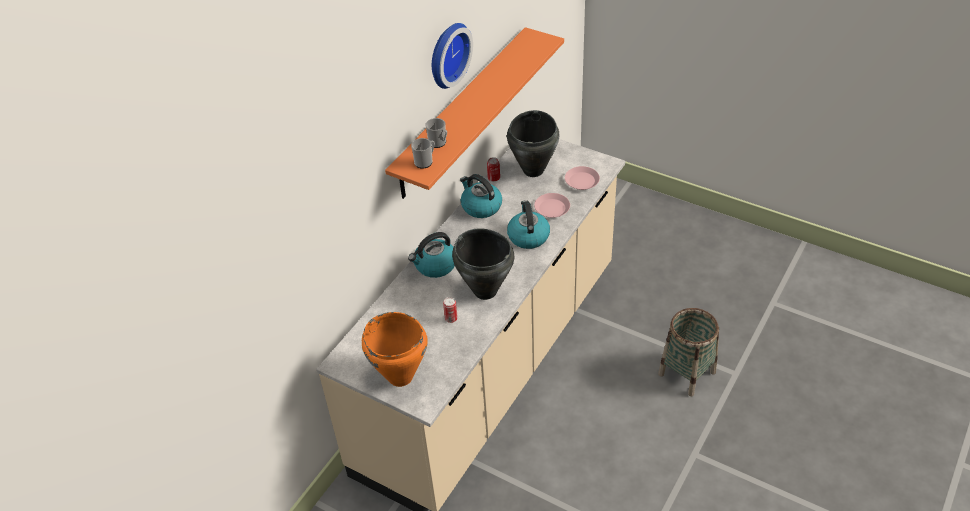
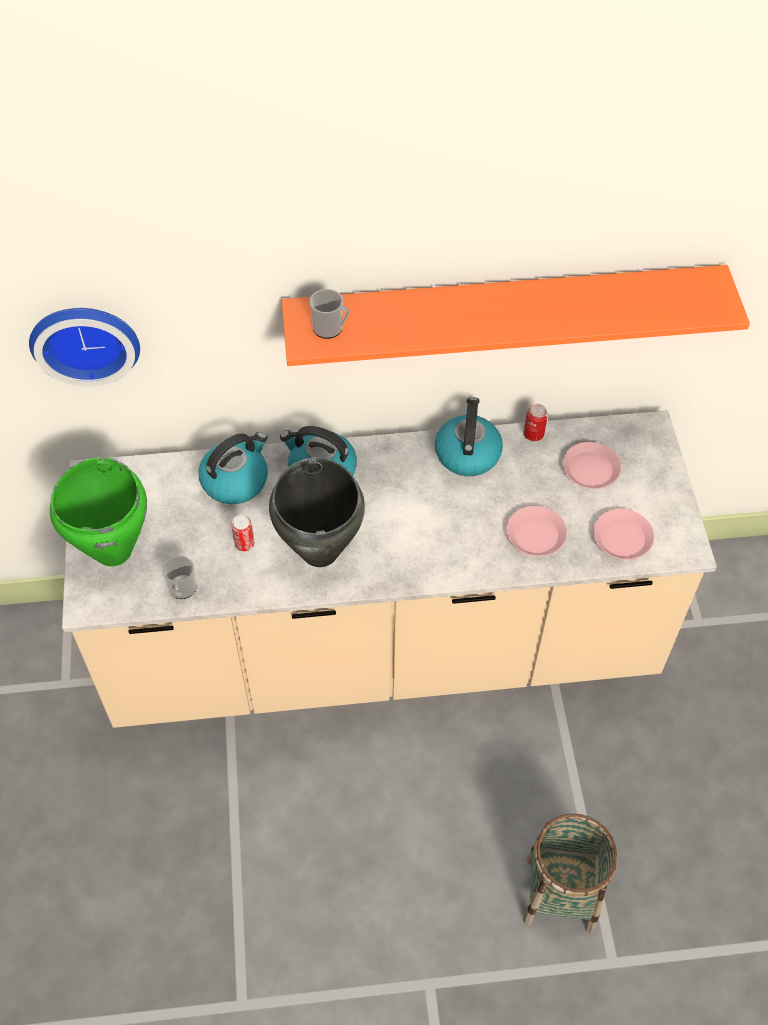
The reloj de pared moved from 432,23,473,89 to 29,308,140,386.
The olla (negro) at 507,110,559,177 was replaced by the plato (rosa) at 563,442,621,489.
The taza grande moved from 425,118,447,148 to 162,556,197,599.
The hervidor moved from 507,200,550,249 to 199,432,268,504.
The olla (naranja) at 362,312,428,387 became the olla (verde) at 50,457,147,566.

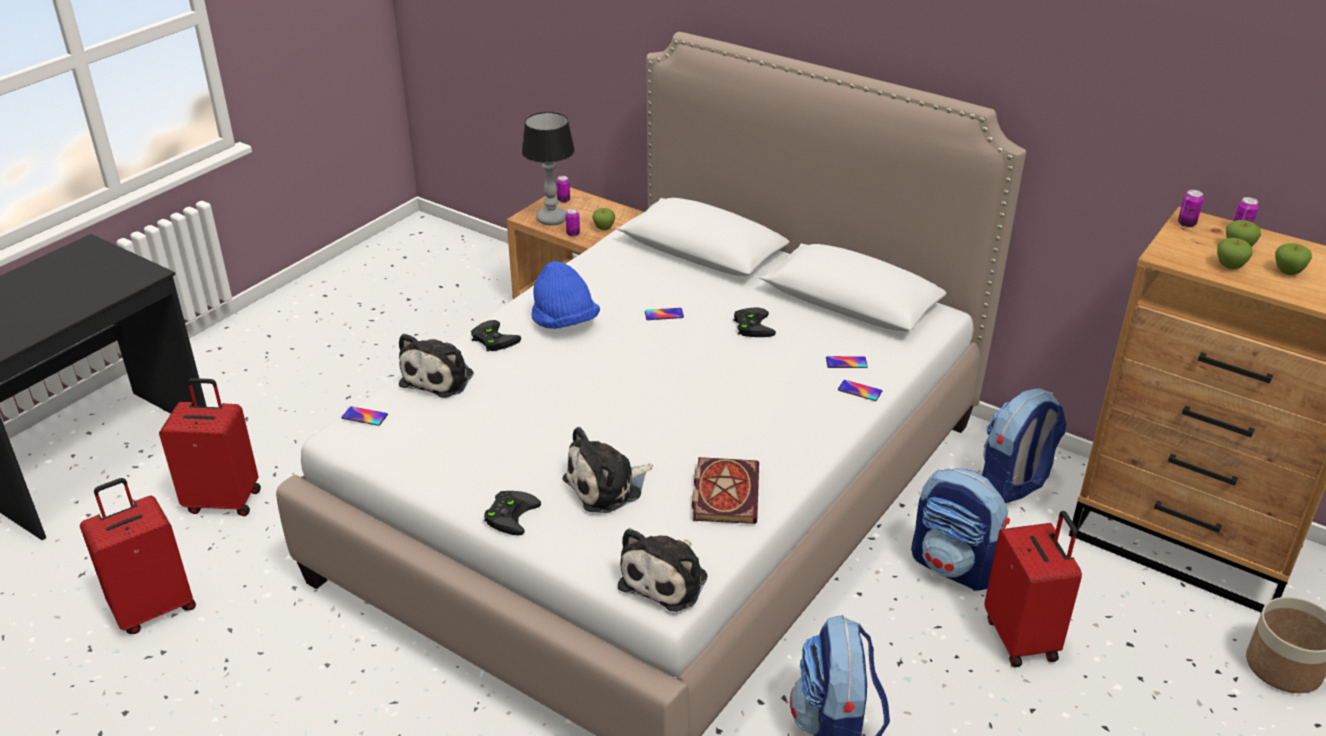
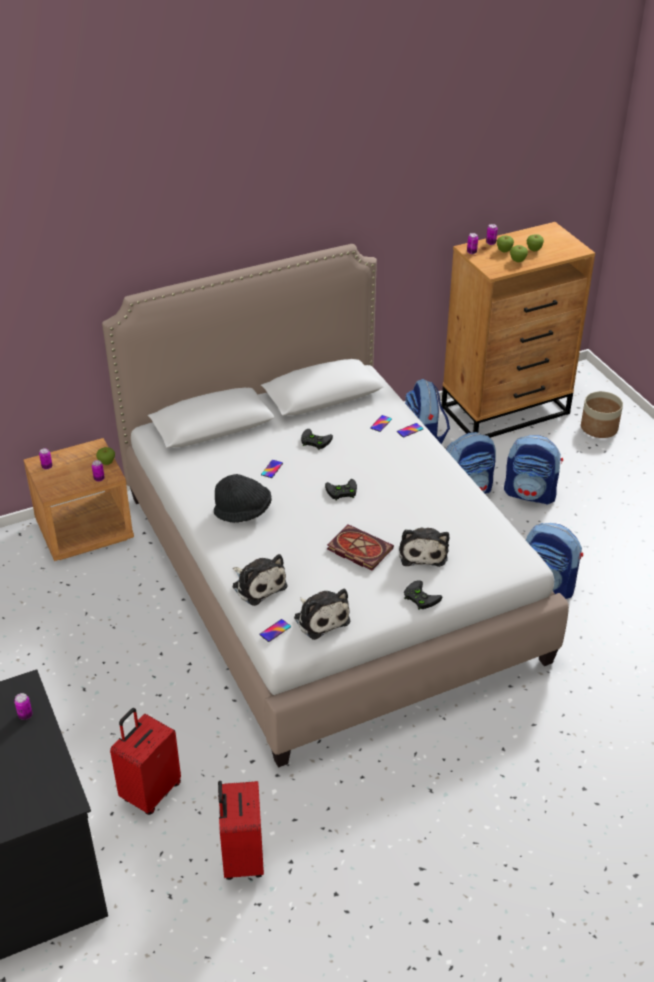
The lámpara de mesa at 522,112,575,226 disappeared.
The sombrero (azul) at 532,261,600,329 became the sombrero (negro) at 214,474,272,523.
The mando de consola (negro) moved from 471,320,521,352 to 325,479,357,500.
The libro moved from 692,457,759,524 to 327,524,394,570.
The maleta (rojo) at 985,511,1082,667 was replaced by the mochila at 504,435,563,505.
The peluche moved from 618,528,707,612 to 294,589,350,640.
The lata at 14,693,32,720 appeared.

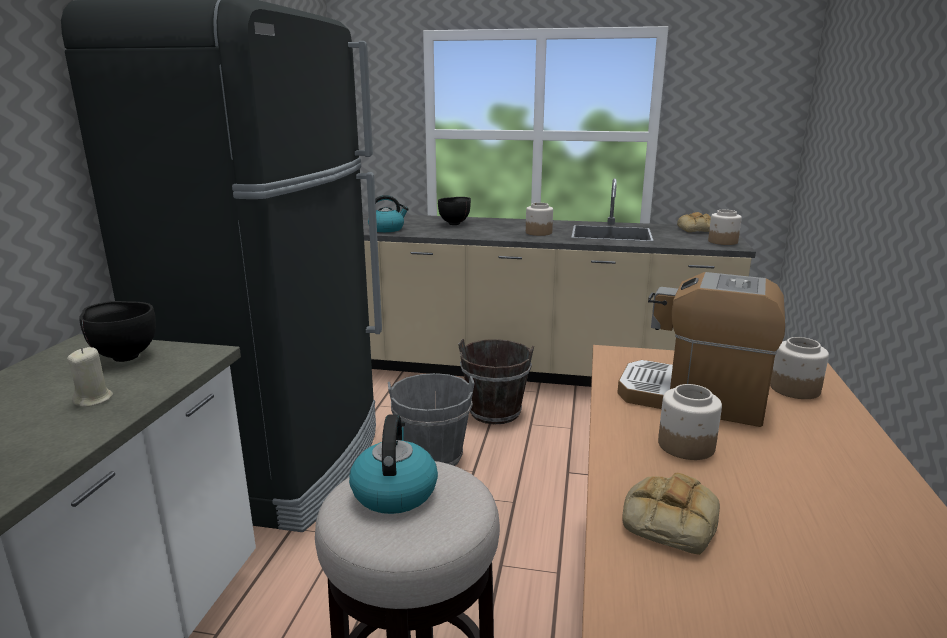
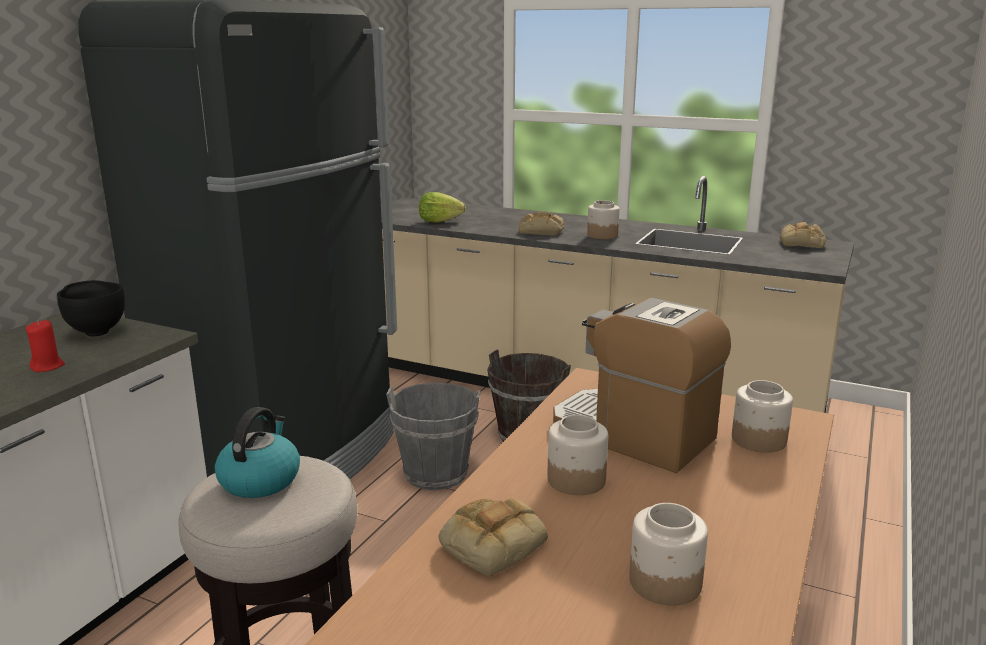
The hervidor at 368,195,409,232 was replaced by the lechuga at 419,192,466,223.
The cuenco (negro) at 438,197,471,225 disappeared.
The tarro moved from 708,210,742,245 to 629,503,708,606.
The vela (beis) at 67,347,113,407 became the vela (rojo) at 26,320,65,372.
The pan at 519,212,564,236 appeared.

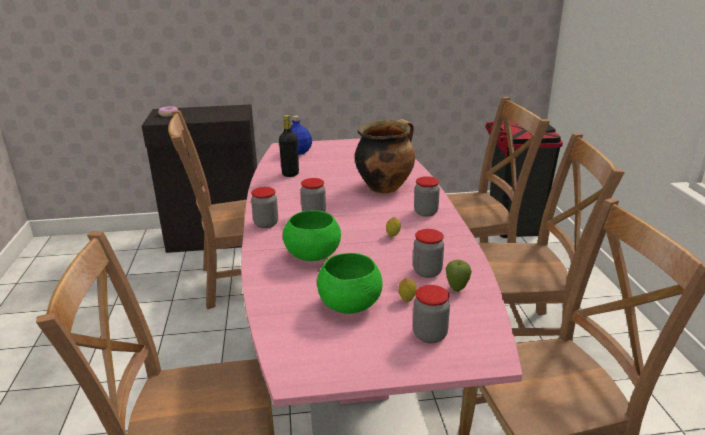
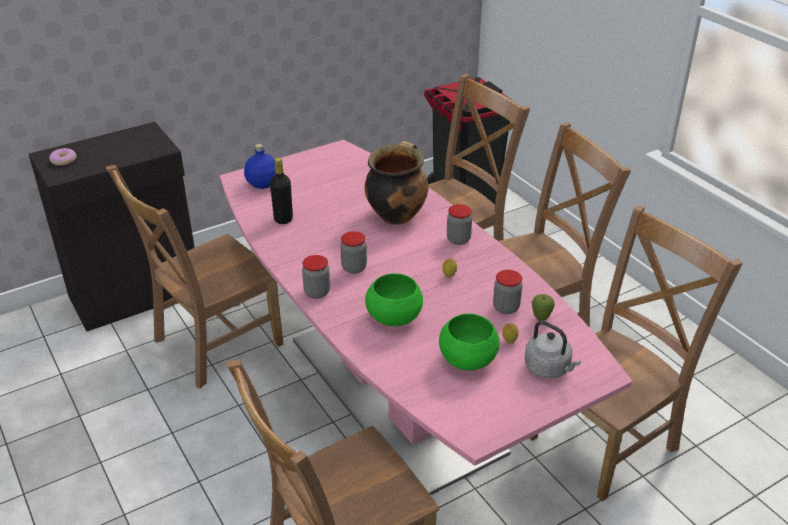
The tarro at 413,285,450,343 was replaced by the hervidor (gris) at 524,321,581,378.

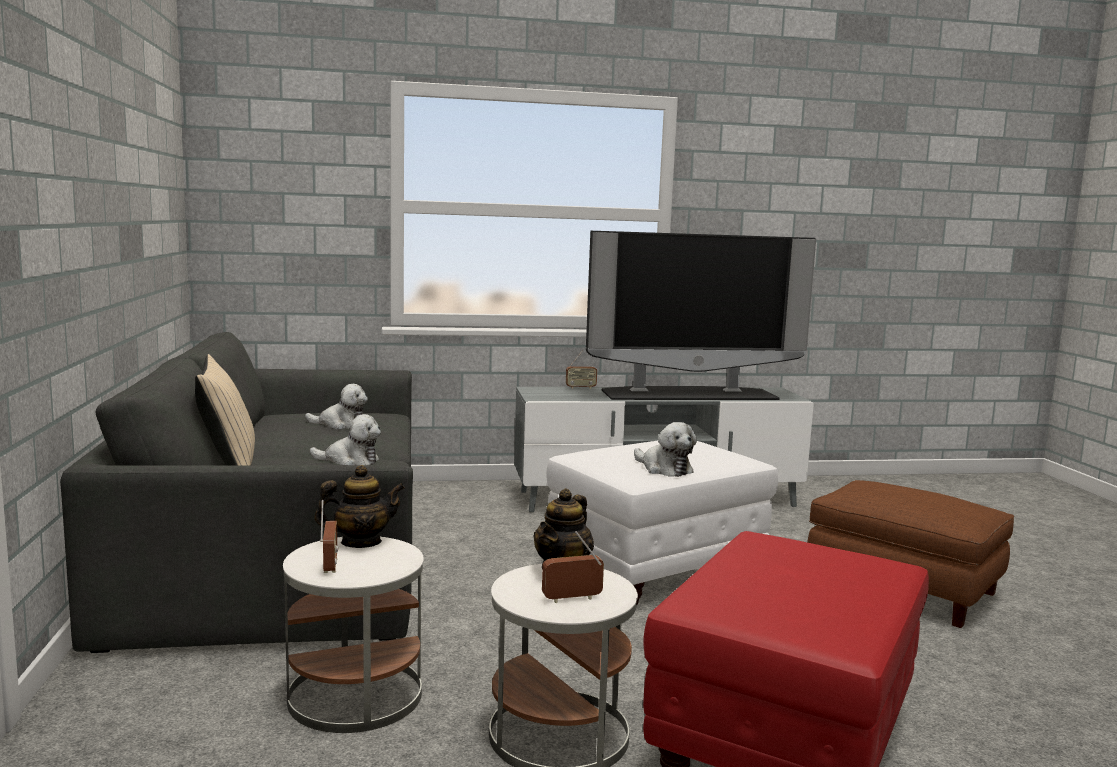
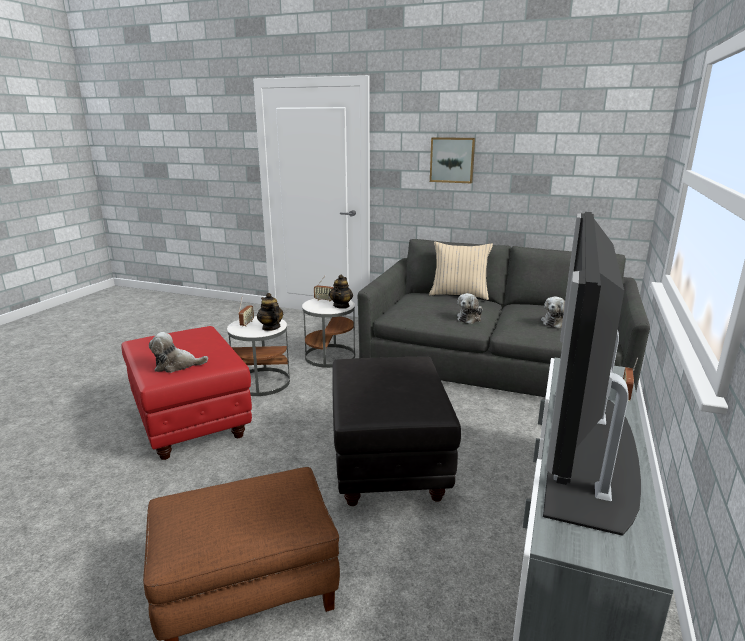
The peluche moved from 634,422,697,477 to 149,332,208,373.
The puf (blanco) at 546,441,778,605 became the puf (negro) at 332,356,461,506.
The cuadro at 430,137,475,183 appeared.

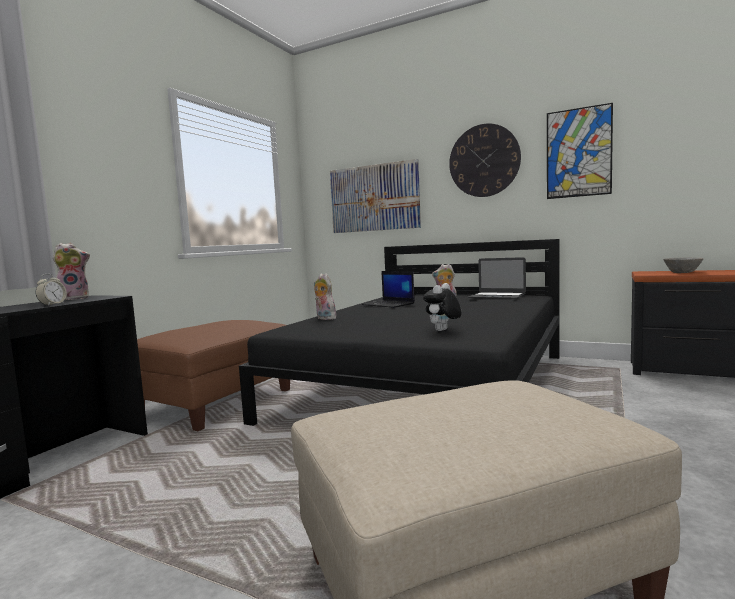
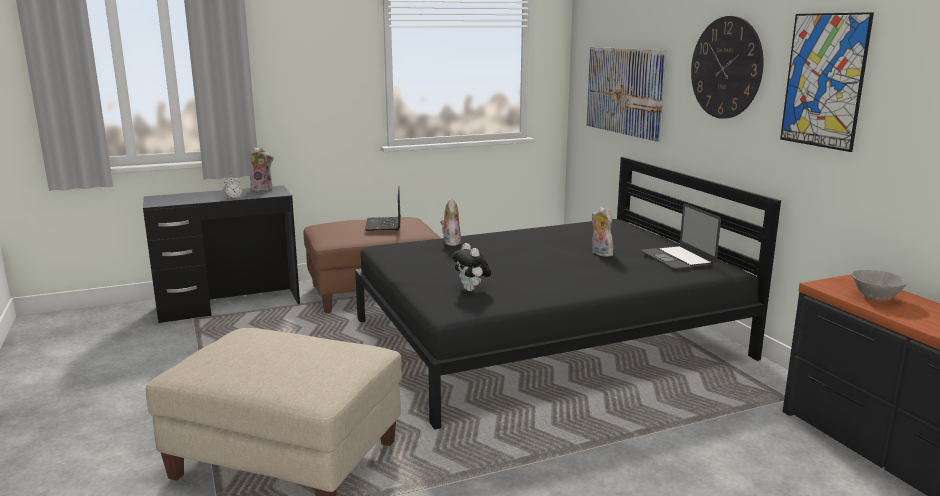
The portátil moved from 362,271,415,308 to 365,186,401,231.
The peluche at 423,283,462,331 turned 105 degrees counterclockwise.

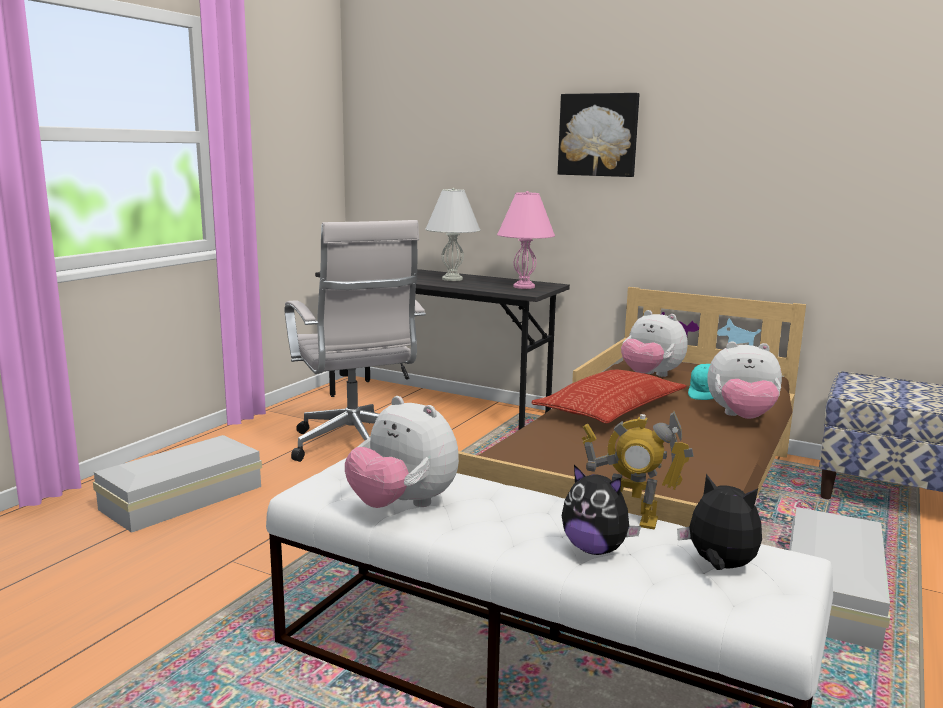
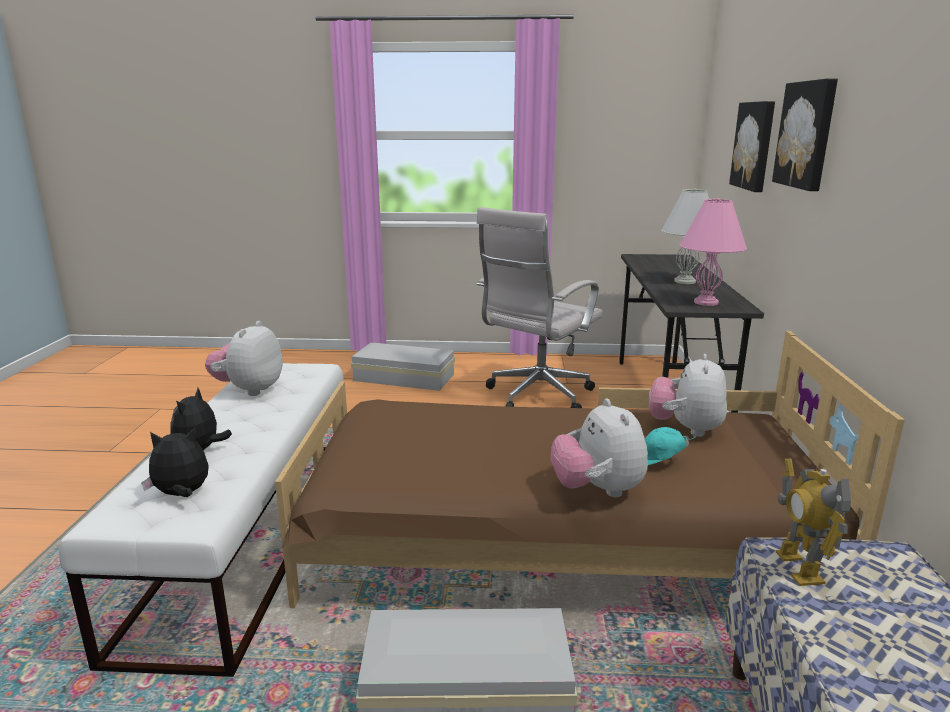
The cojín at 532,370,687,424 disappeared.
The robot de juguete moved from 582,411,693,530 to 776,458,851,586.
The peluche at 677,474,762,570 turned 120 degrees counterclockwise.
The cuadro at 729,101,775,192 appeared.

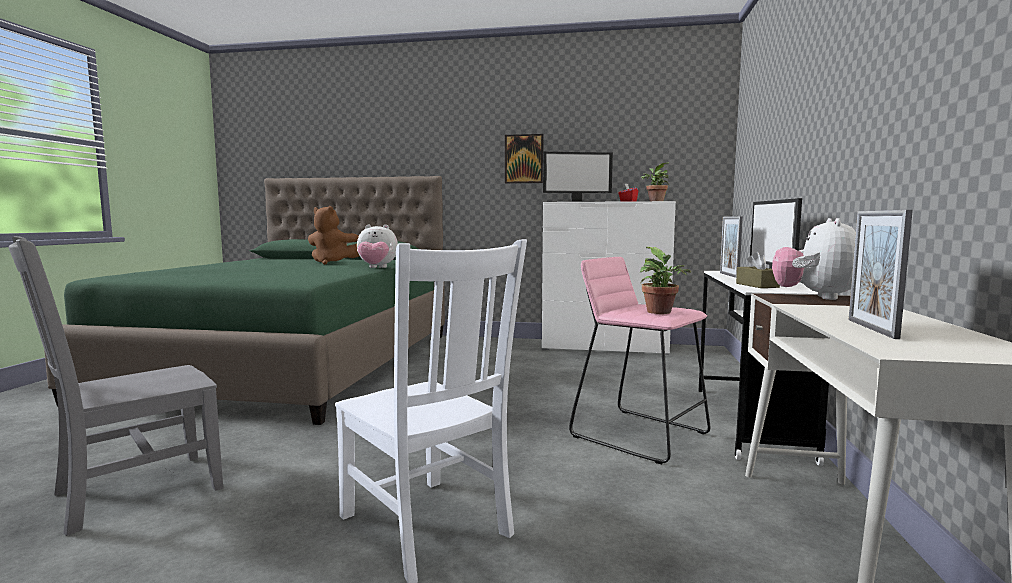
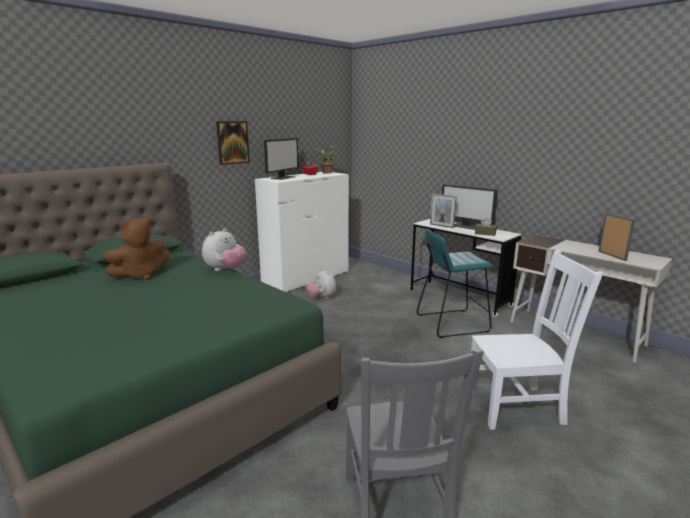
The portarretratos at 849,210,913,339 turned 150 degrees counterclockwise.
The peluche moved from 772,218,856,300 to 306,269,336,299.
The planta en maceta at 640,247,691,314 disappeared.
The taburete (rosa) at 569,257,711,464 became the taburete (turquesa) at 417,229,493,338.

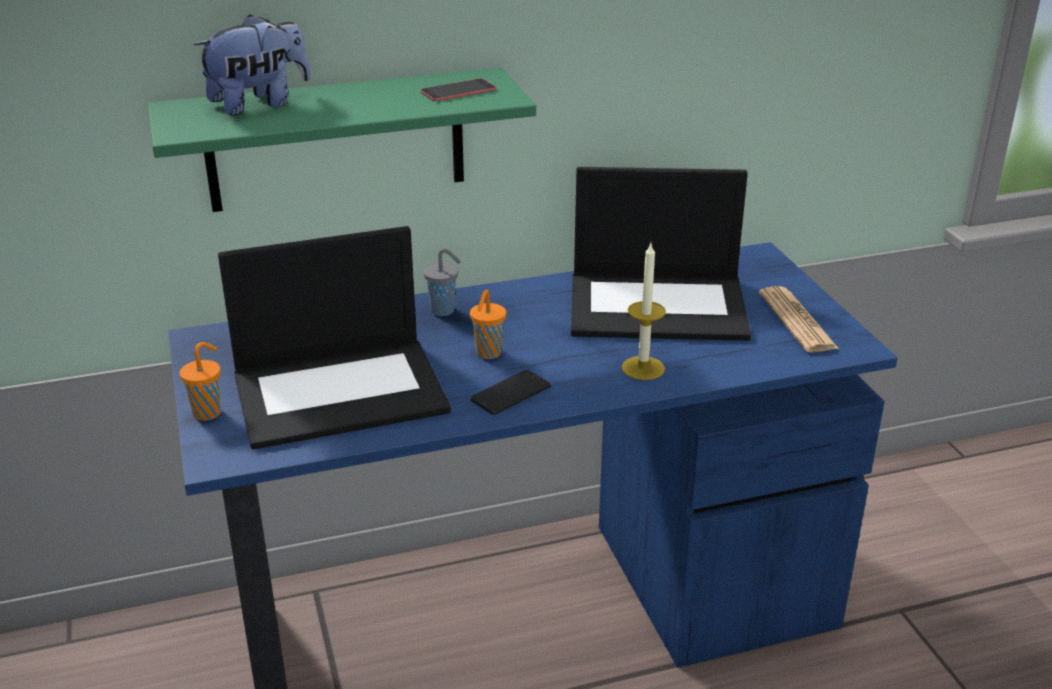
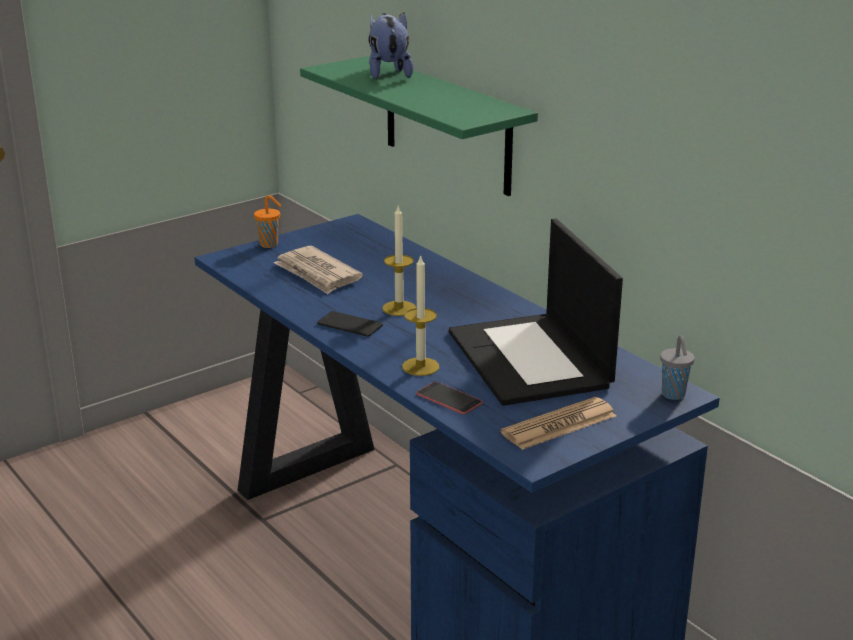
The peluche at 194,14,311,116 turned 135 degrees counterclockwise.
The móvil moved from 420,78,496,101 to 417,382,482,414.
The portátil at 218,226,451,450 was replaced by the periódico at 274,246,363,294.
The taza (gris) moved from 424,249,461,316 to 660,335,694,400.
The taza (naranja) at 470,290,506,359 was replaced by the vela at 382,206,416,316.

